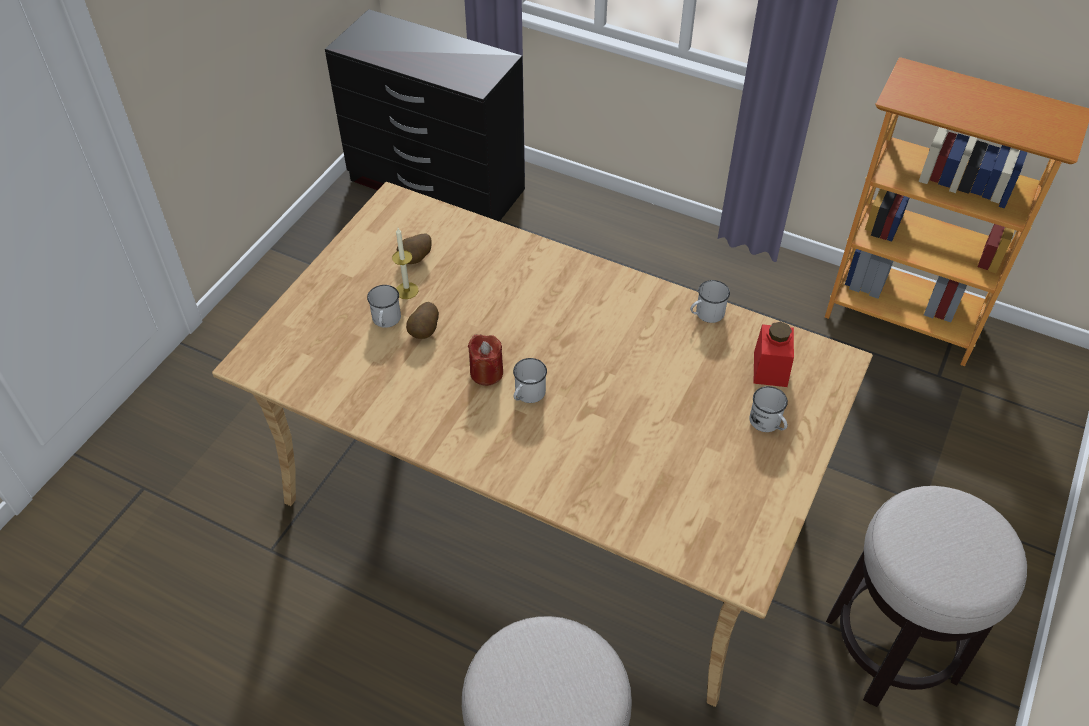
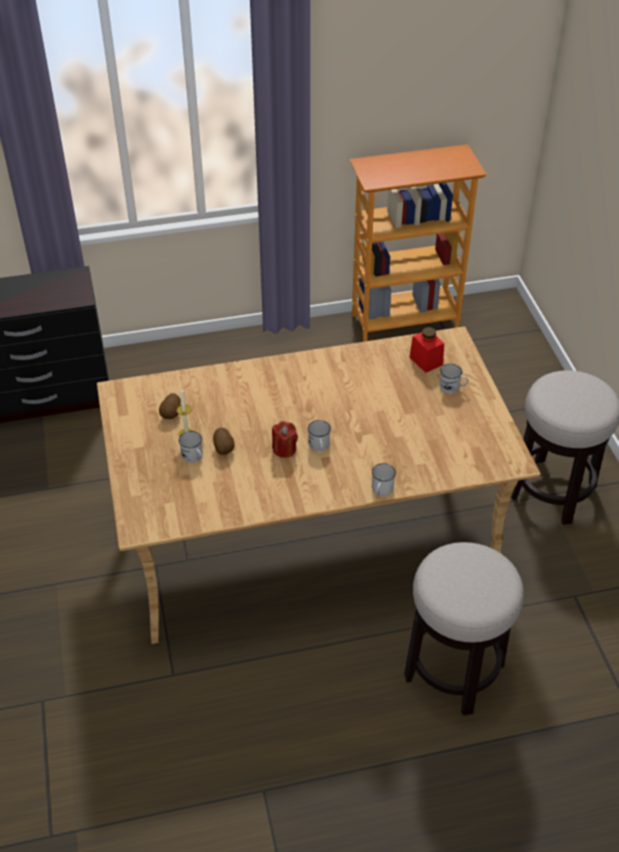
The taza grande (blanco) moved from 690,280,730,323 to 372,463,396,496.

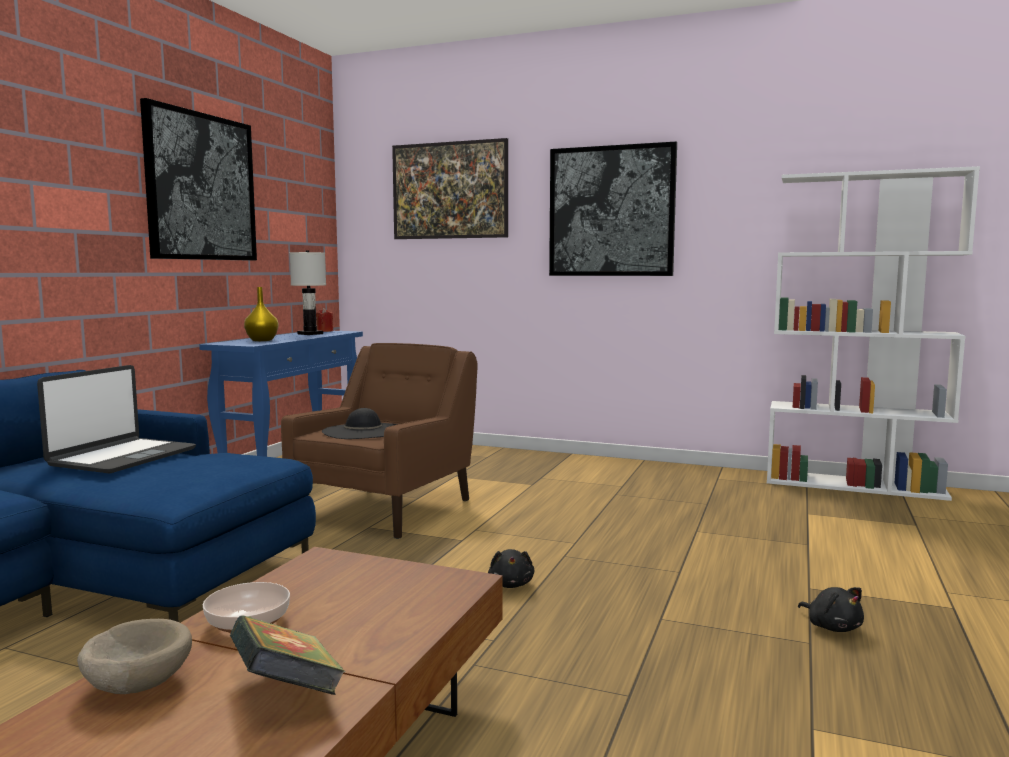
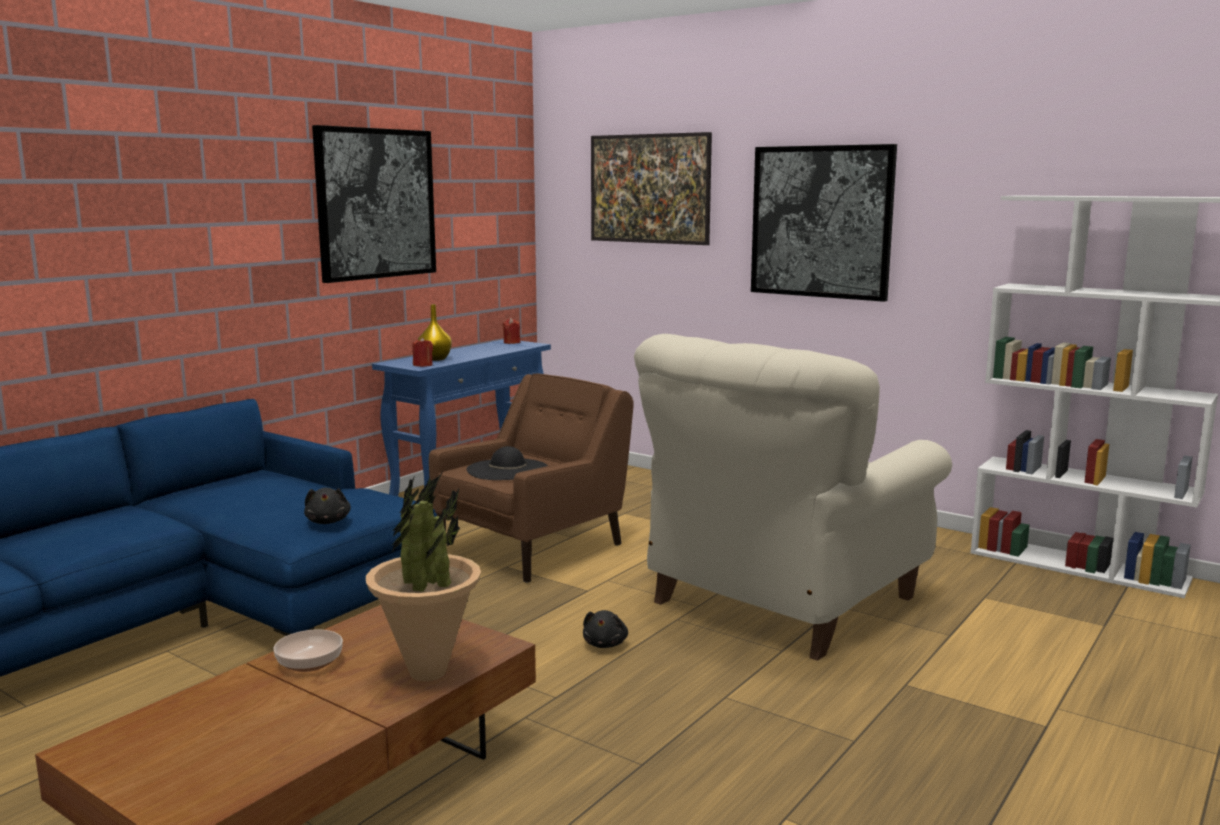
The lámpara de mesa (blanco) at 290,251,326,335 disappeared.
The portátil at 37,365,196,474 disappeared.
The peluche (negro) moved from 798,587,864,632 to 304,488,351,524.
The libro at 230,615,346,695 disappeared.
The cuenco (beis) at 77,619,192,694 disappeared.
The sillón (beis) at 634,334,952,661 appeared.
The vela (rojo) at 412,337,433,367 appeared.
The planta en maceta at 366,473,481,681 appeared.

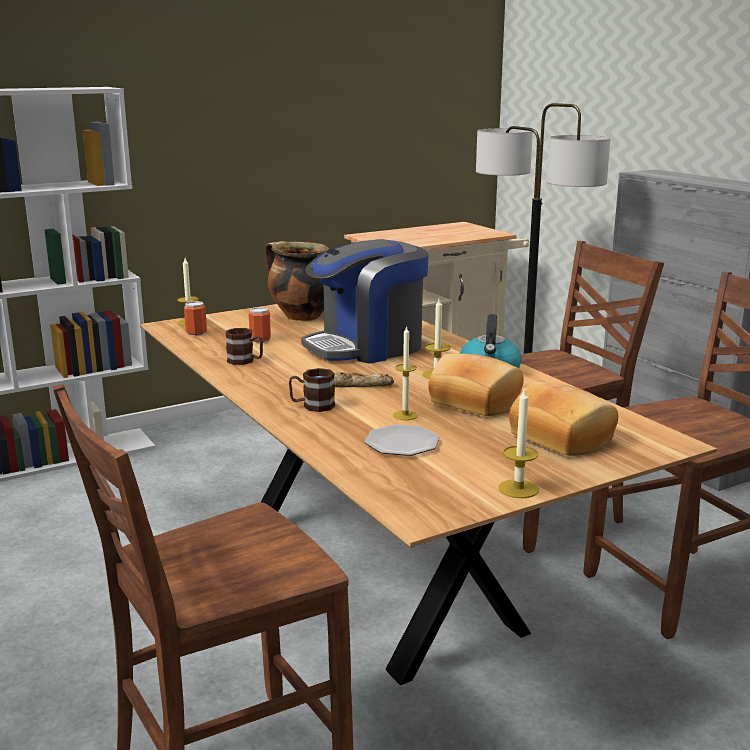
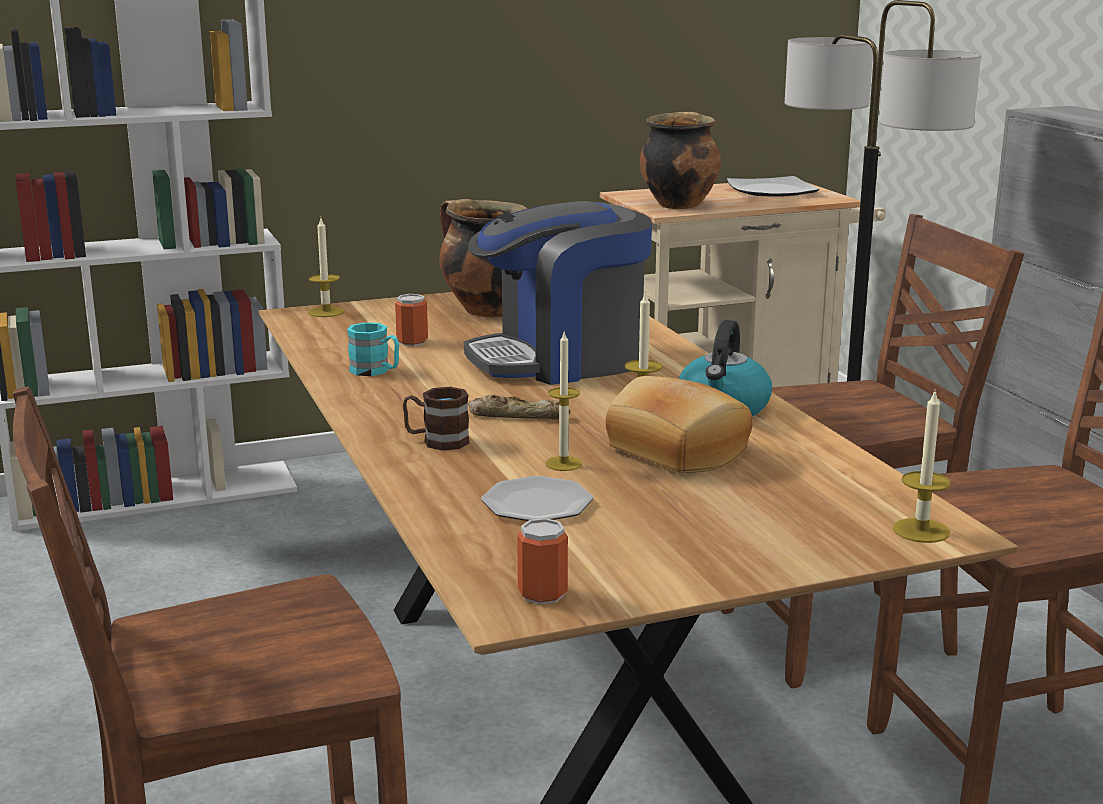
The lata moved from 184,301,207,336 to 517,518,568,604.
The taza grande (marrón) at 225,328,263,365 became the taza grande (turquesa) at 347,322,399,376.
The pan at 509,382,618,456 disappeared.
The vela moved from 499,387,539,498 to 893,389,951,543.
The olla at 640,112,721,209 appeared.
The plato at 726,176,820,196 appeared.

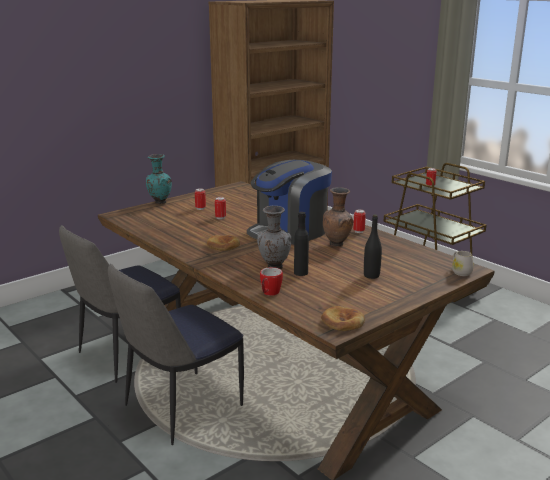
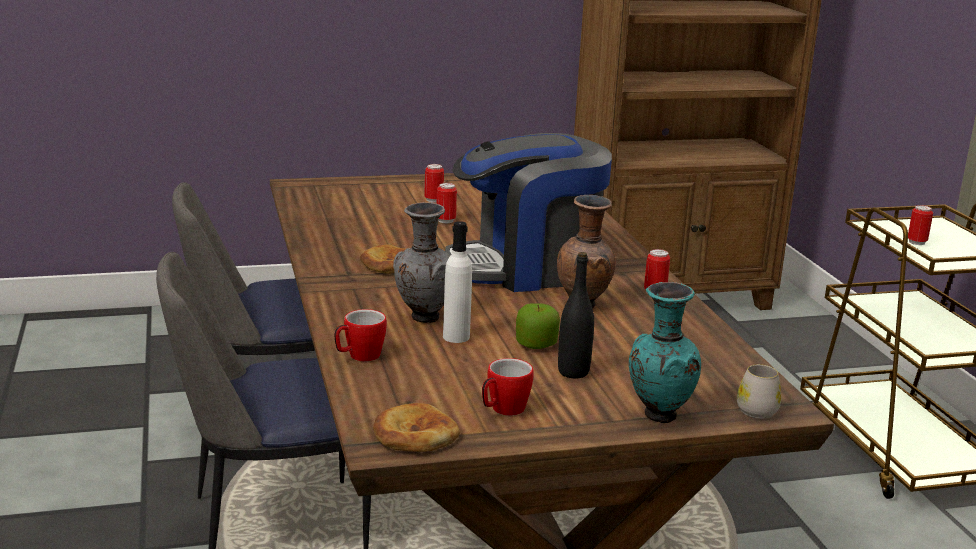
The florero (turquesa) moved from 146,154,172,204 to 629,282,701,423.
The botella (negro) at 294,212,309,276 became the botella (blanco) at 443,221,472,343.
The manzana at 516,303,560,349 appeared.
The taza grande at 482,358,534,416 appeared.

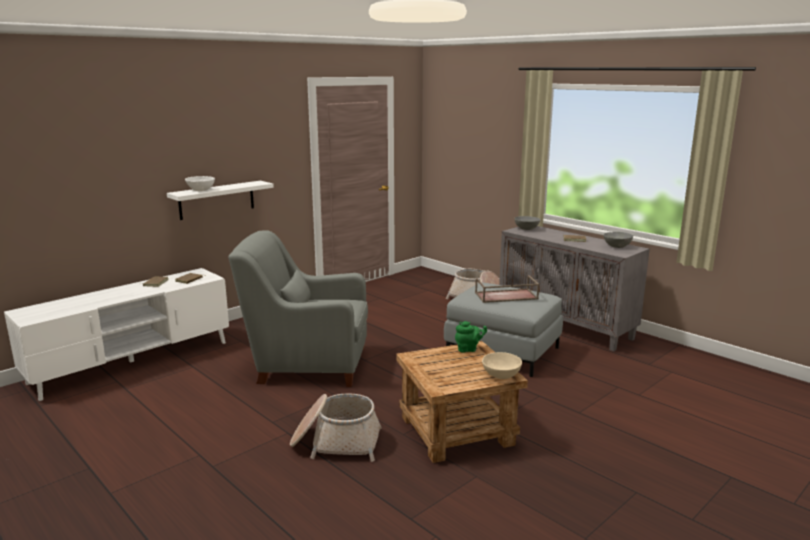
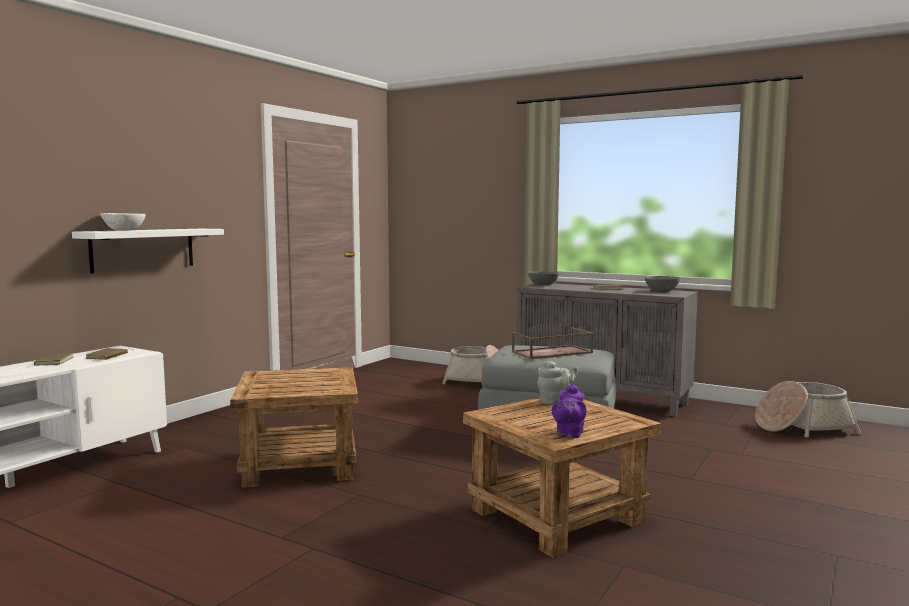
The sillón (gris) at 228,230,368,387 was replaced by the mesa auxiliar (marrón) at 230,367,358,488.
The tetera (verde) at 455,321,487,353 became the tetera (gris) at 538,361,577,404.
The cuenco (beis) at 482,352,522,379 disappeared.
The cesta moved from 290,394,382,462 to 755,381,861,438.
The tetera (morado) at 552,384,587,438 appeared.

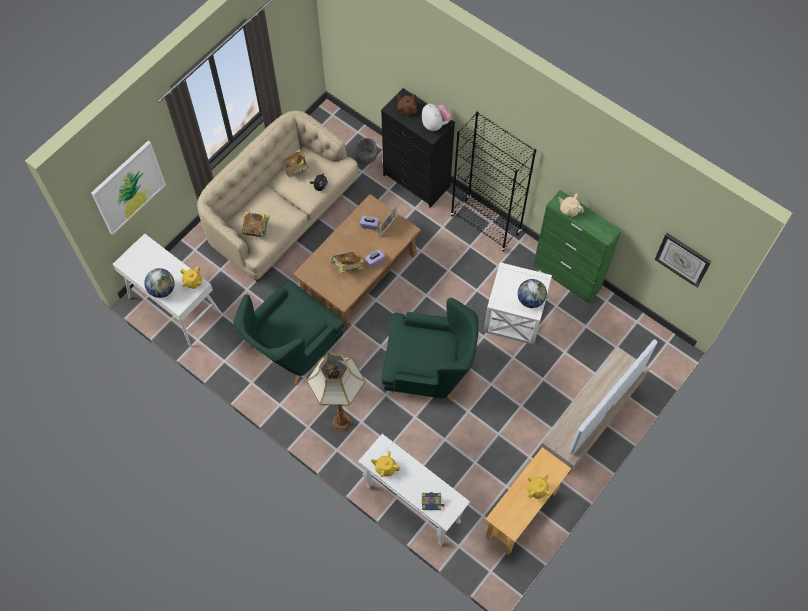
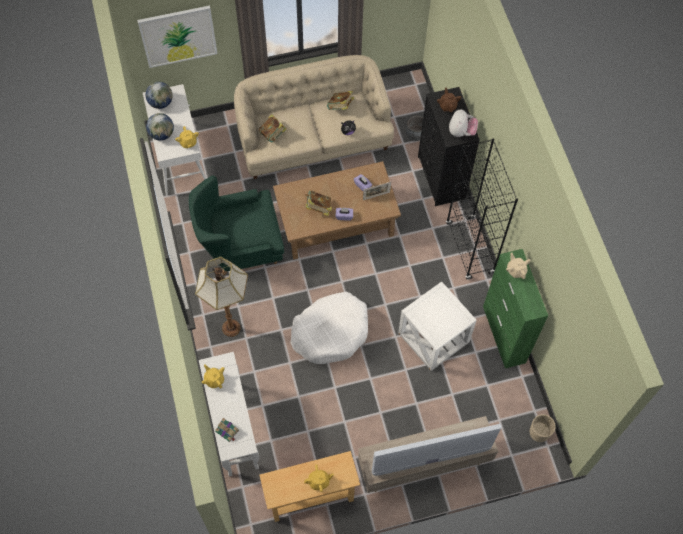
The reloj de pared at 655,233,712,288 disappeared.
The globo terráqueo moved from 518,279,547,308 to 145,82,173,109.
The sillón (verde) at 381,298,479,402 was replaced by the cama para perro (blanco) at 291,292,368,364.
The maceta (beis) at 530,414,556,442 appeared.

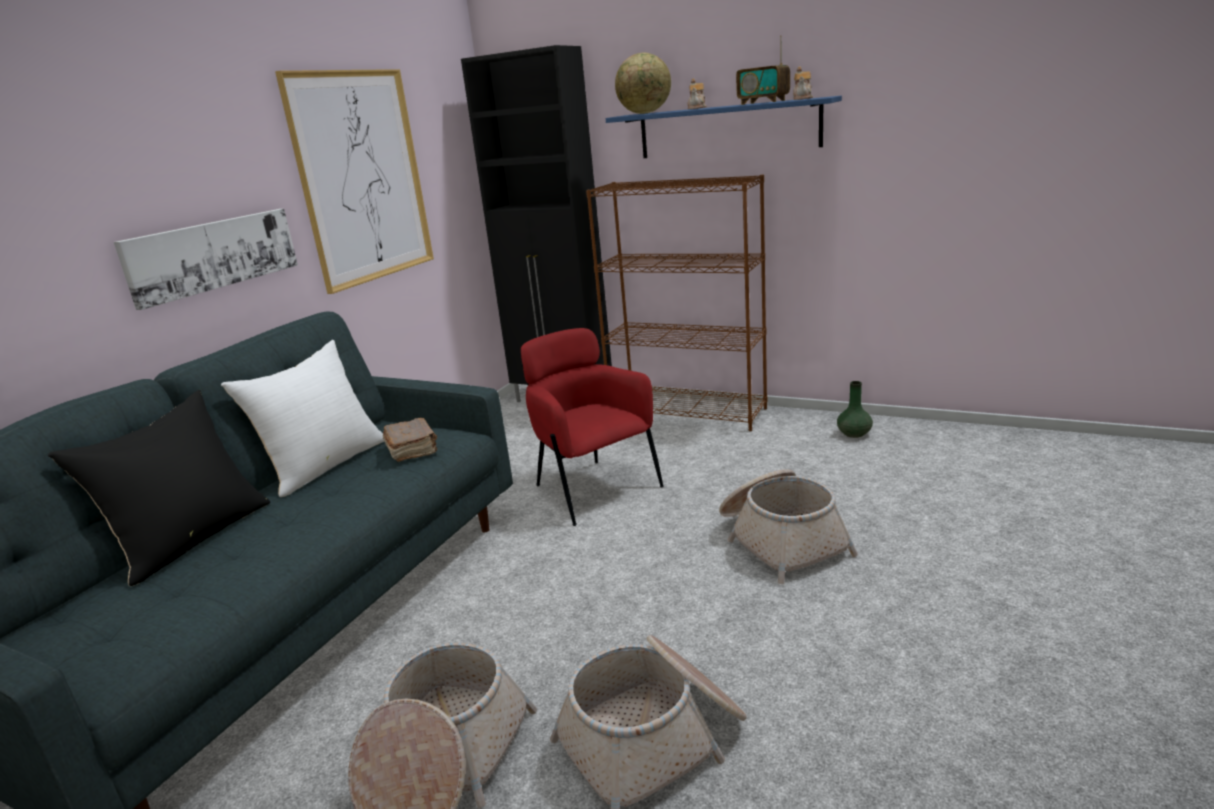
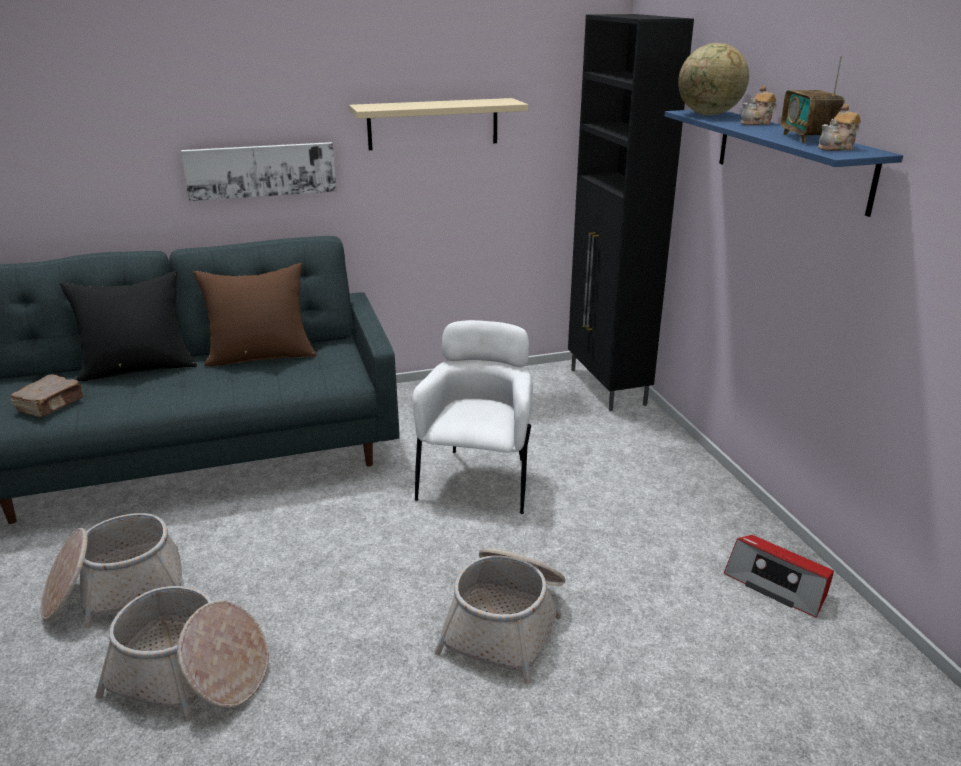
The cuadro at 275,69,434,294 was replaced by the estante (beis) at 349,98,528,150.
The estantería (marrón) at 586,175,767,431 disappeared.
The sillón (rojo) at 521,328,664,526 became the sillón (blanco) at 413,320,533,514.
The cojín (blanco) at 221,340,385,497 became the cojín (marrón) at 193,263,317,367.
The florero (verde) at 837,381,873,438 was replaced by the radio at 724,535,834,618.
The libro (marrón) moved from 383,418,437,462 to 10,374,84,417.

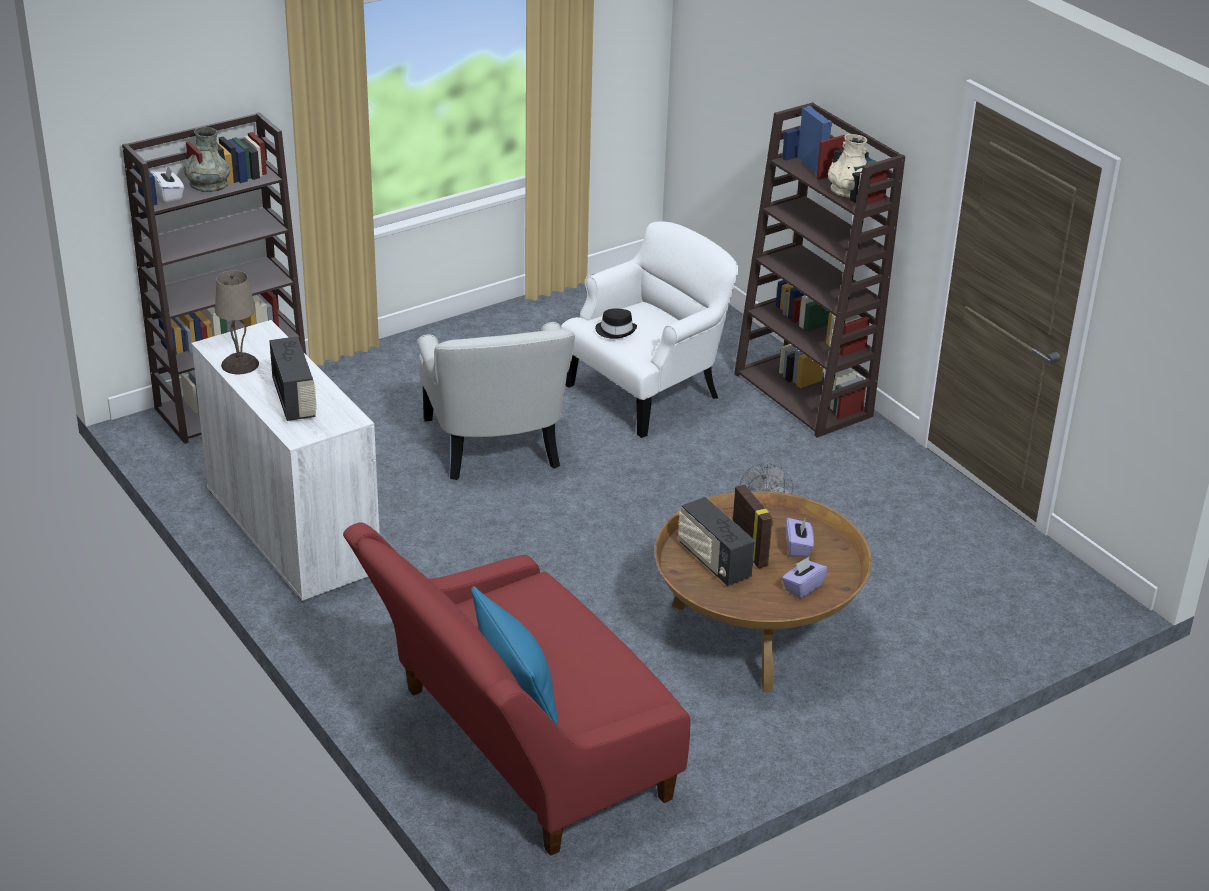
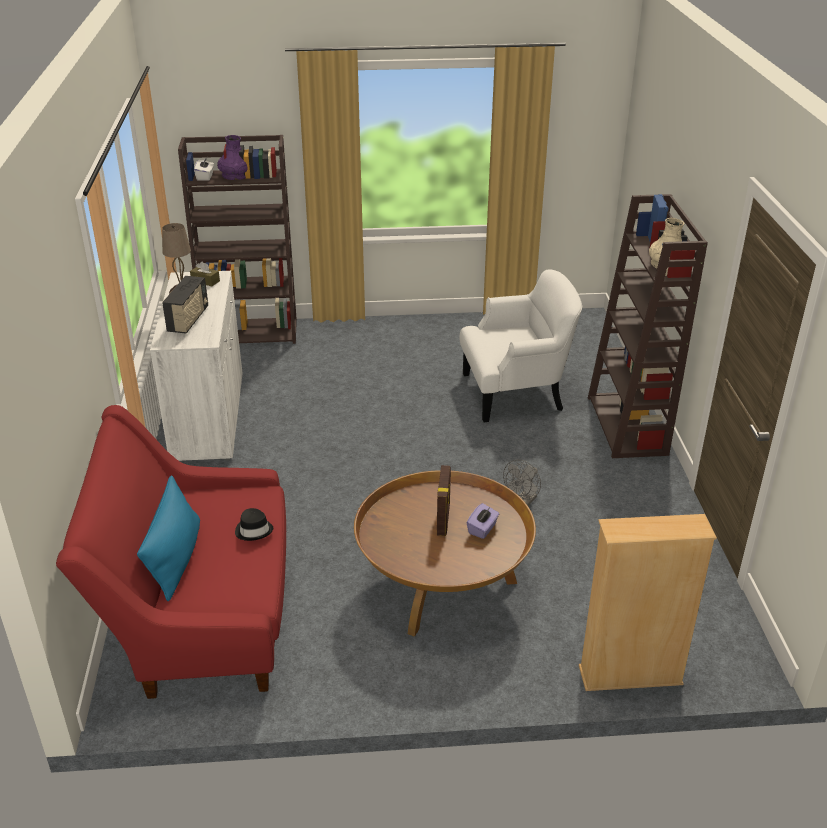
The florero (gris) at 184,127,230,192 became the florero (morado) at 217,135,248,180.
The sombrero (negro) moved from 595,308,637,339 to 235,508,273,541.
The sillón (blanco) at 417,322,575,480 disappeared.
The radio at 678,497,755,586 disappeared.
The caja de pañuelos (morado) at 782,557,828,599 disappeared.
The caja de pañuelos (marrón) at 190,261,220,286 appeared.
The estantería (beis) at 579,514,717,691 appeared.

